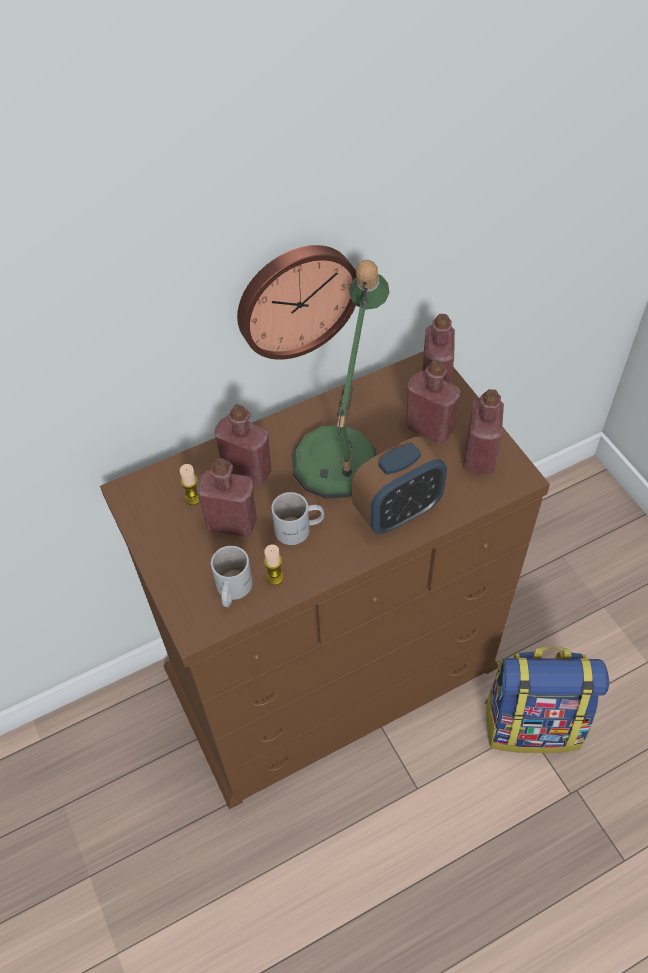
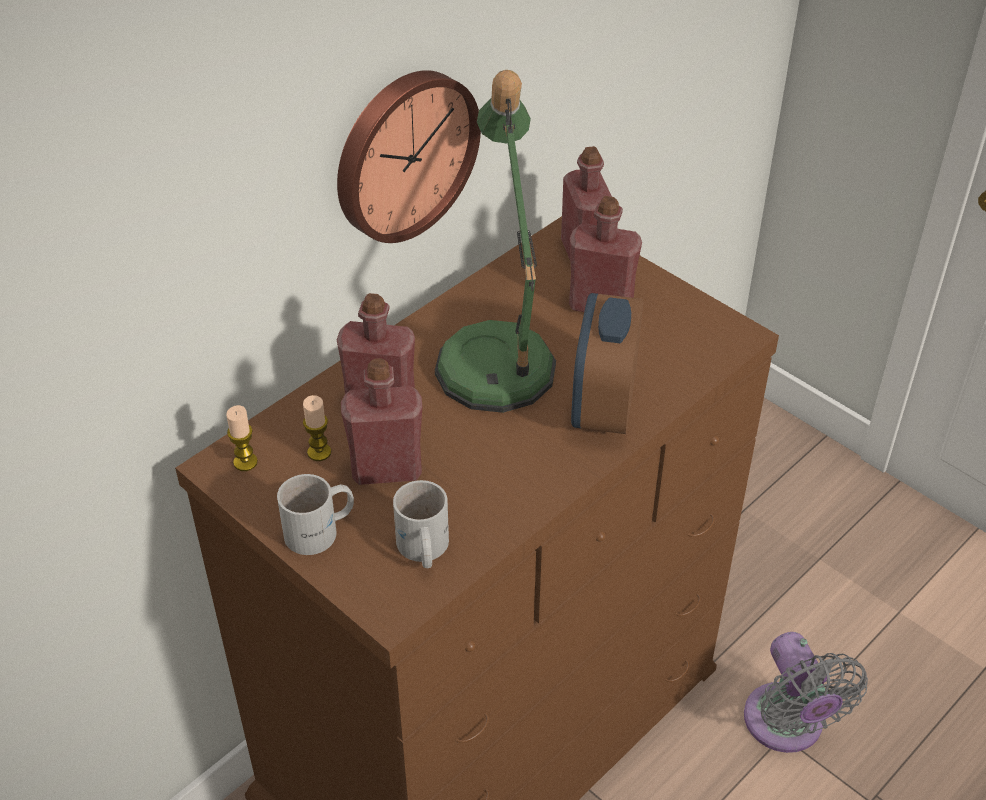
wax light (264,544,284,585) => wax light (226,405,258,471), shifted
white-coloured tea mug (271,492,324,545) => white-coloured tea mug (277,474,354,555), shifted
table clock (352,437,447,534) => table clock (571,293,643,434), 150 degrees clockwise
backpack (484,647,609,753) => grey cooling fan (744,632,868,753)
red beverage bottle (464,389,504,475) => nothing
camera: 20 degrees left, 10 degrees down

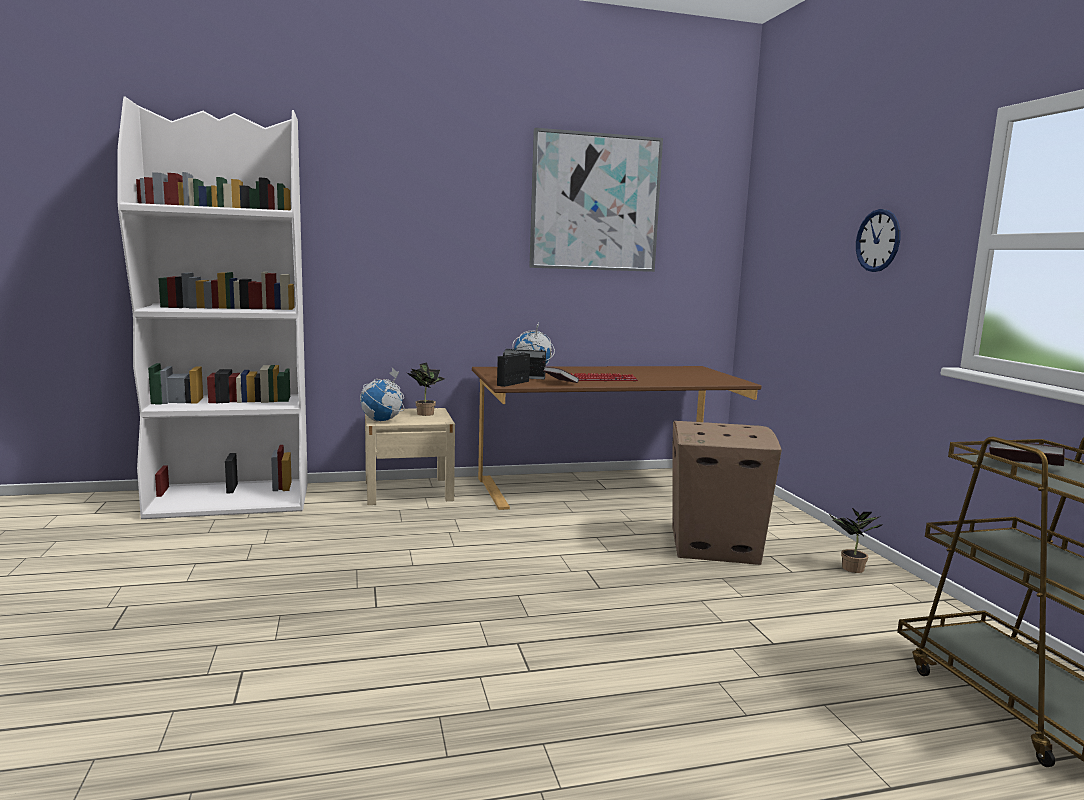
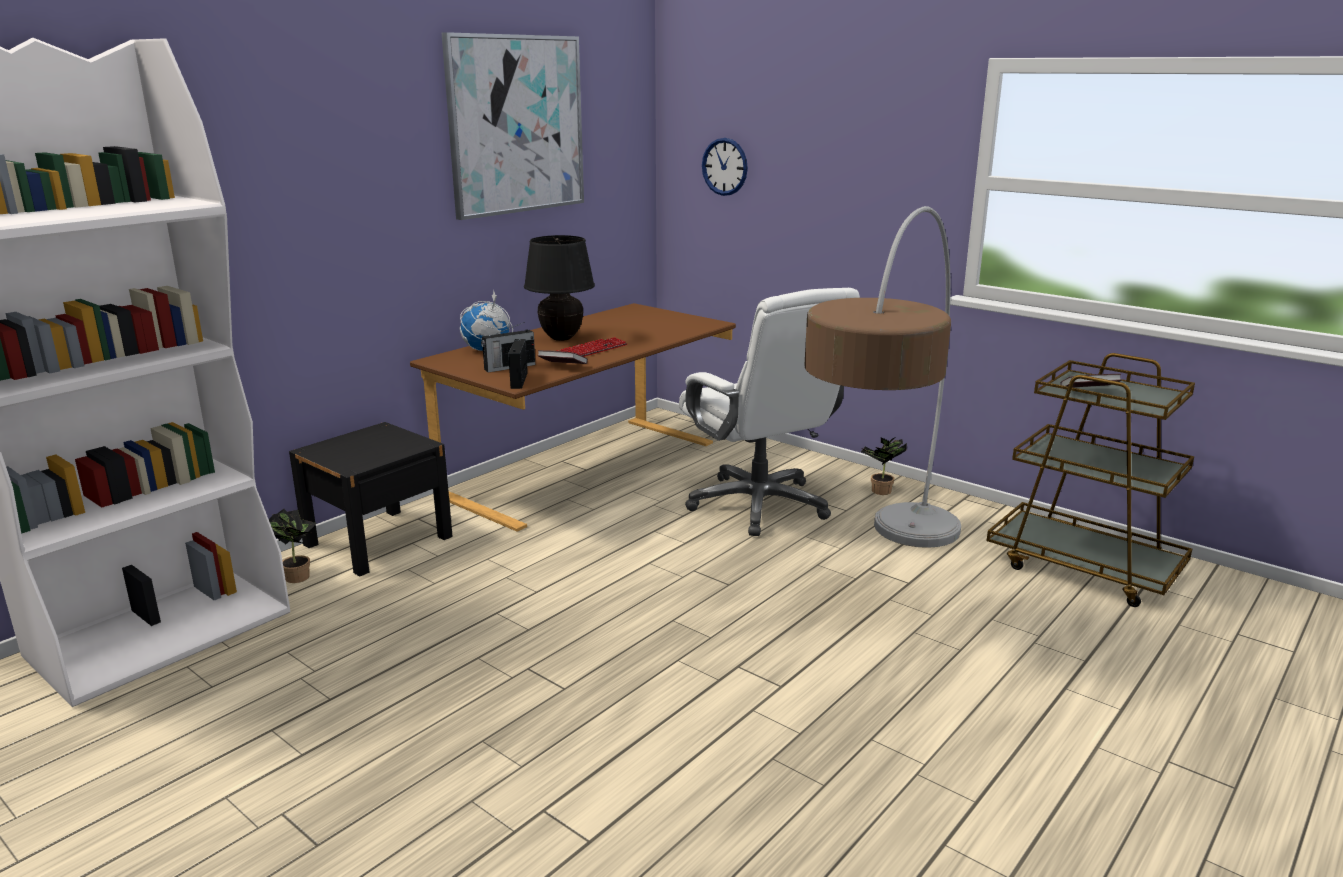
potted plant (407,362,445,416) => potted plant (269,509,317,583), shifted
sand-coloured bedside table (365,408,455,505) => black-coloured bedside table (289,422,453,576)
nothing => black-coloured table lamp (524,235,595,341)
carton (672,421,782,565) => white-coloured computer chair (679,288,860,536)
clock on the wall (856,209,901,272) => clock on the wall (702,138,748,196), shifted
nothing => standing lamp (805,206,961,548)
globe (360,368,404,422) => nothing
camera: 35 degrees left, 10 degrees up

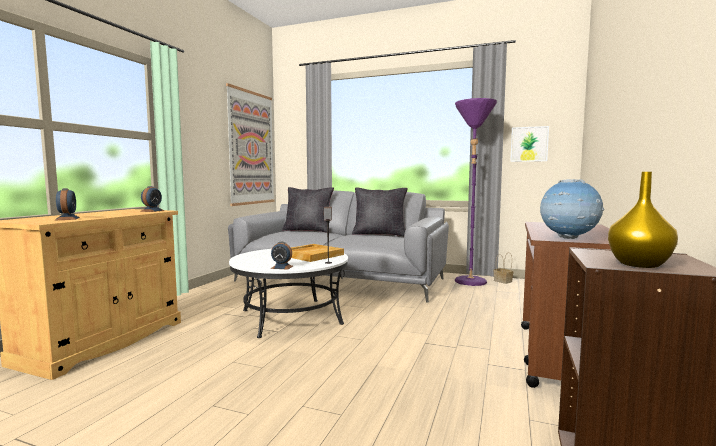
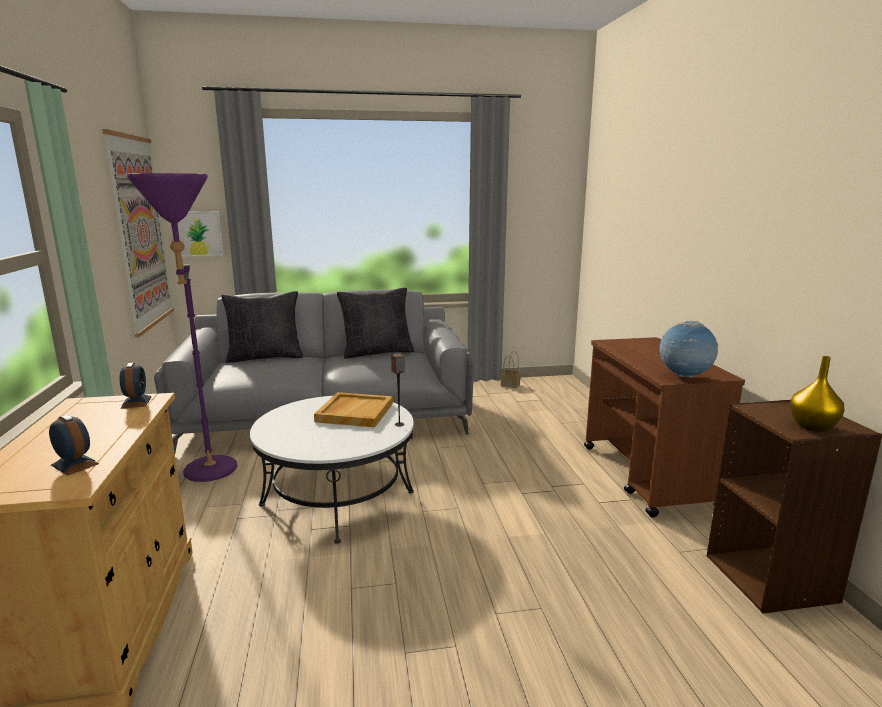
purple-coloured standing lamp (455,98,497,286) => purple-coloured standing lamp (127,173,237,482), shifted
wall picture (510,126,549,162) => wall picture (178,211,224,257), shifted
table clock (271,242,293,270) => nothing
camera: 30 degrees left, 10 degrees up

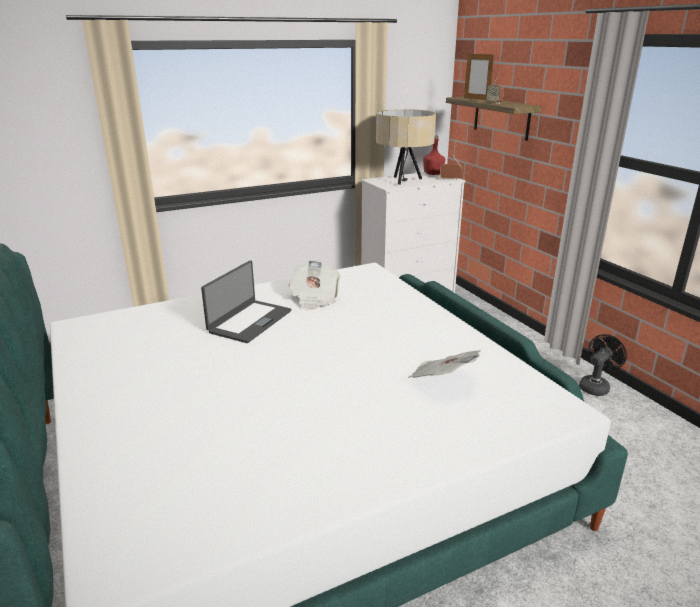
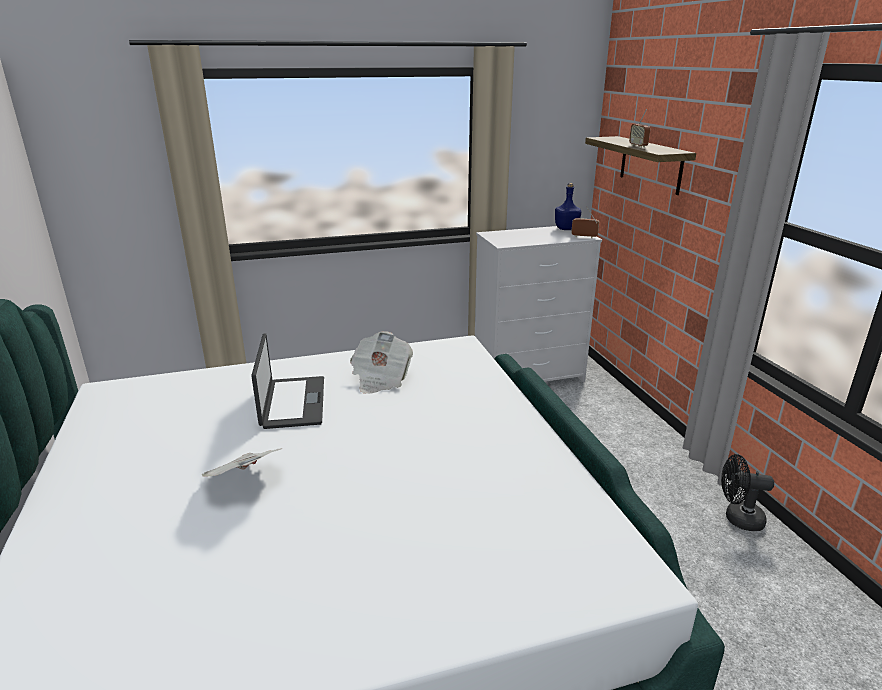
newspaper (408,350,481,378) => newspaper (202,448,282,477), shifted
laptop (201,260,291,343) => laptop (251,333,324,429), 45 degrees counterclockwise
red beverage bottle (423,135,445,175) => blue beverage bottle (555,183,581,230)
black-coloured cooling fan (579,334,627,396) => black-coloured cooling fan (721,454,774,531), 135 degrees counterclockwise
sand-coloured table lamp (376,109,436,185) => nothing
photo frame (464,54,494,100) => nothing
camera: 10 degrees right, 0 degrees up

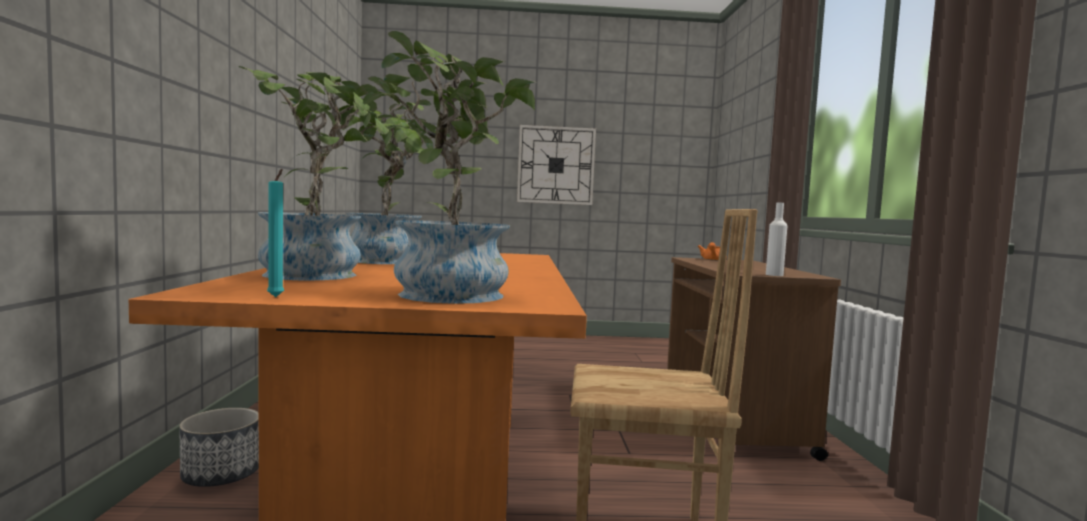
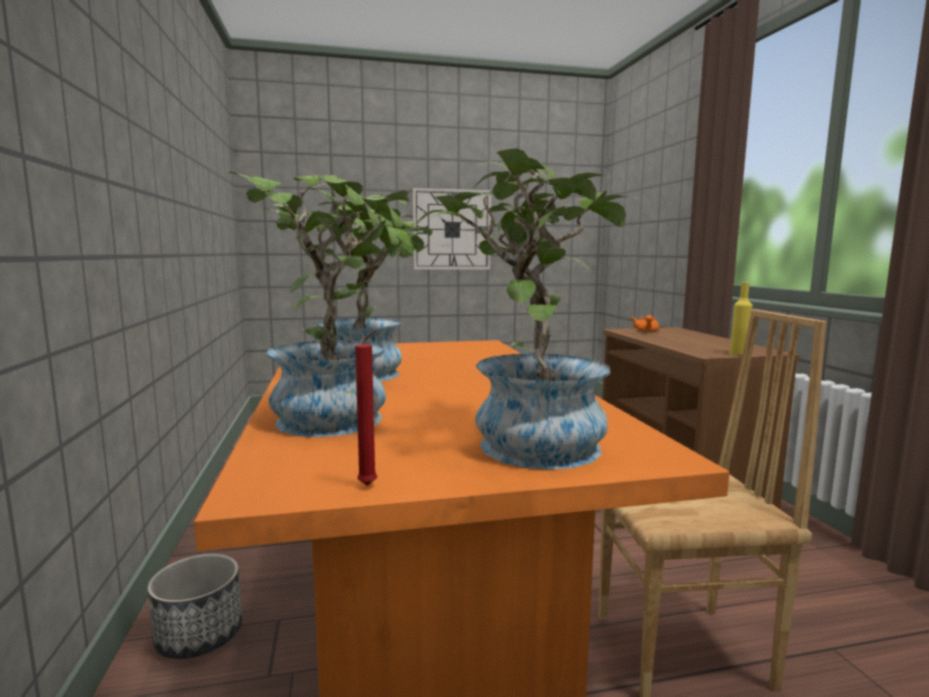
turquoise-coloured wax light (267,169,284,297) => red wax light (355,330,377,486)
white-coloured beverage bottle (766,203,787,276) => yellow-coloured beverage bottle (730,282,753,355)
camera: 10 degrees left, 5 degrees up

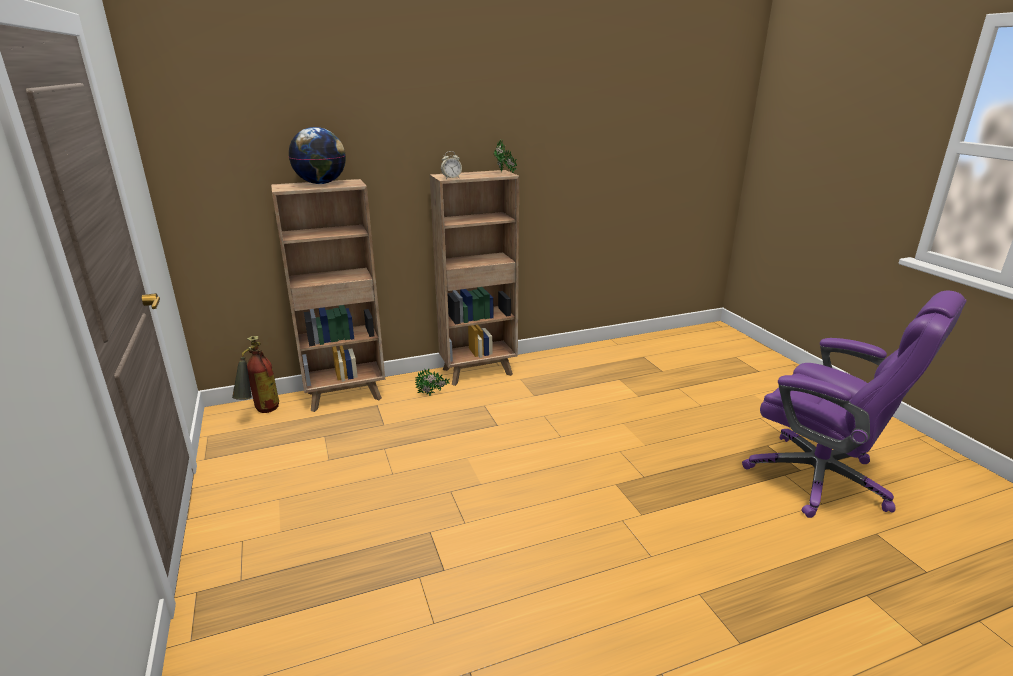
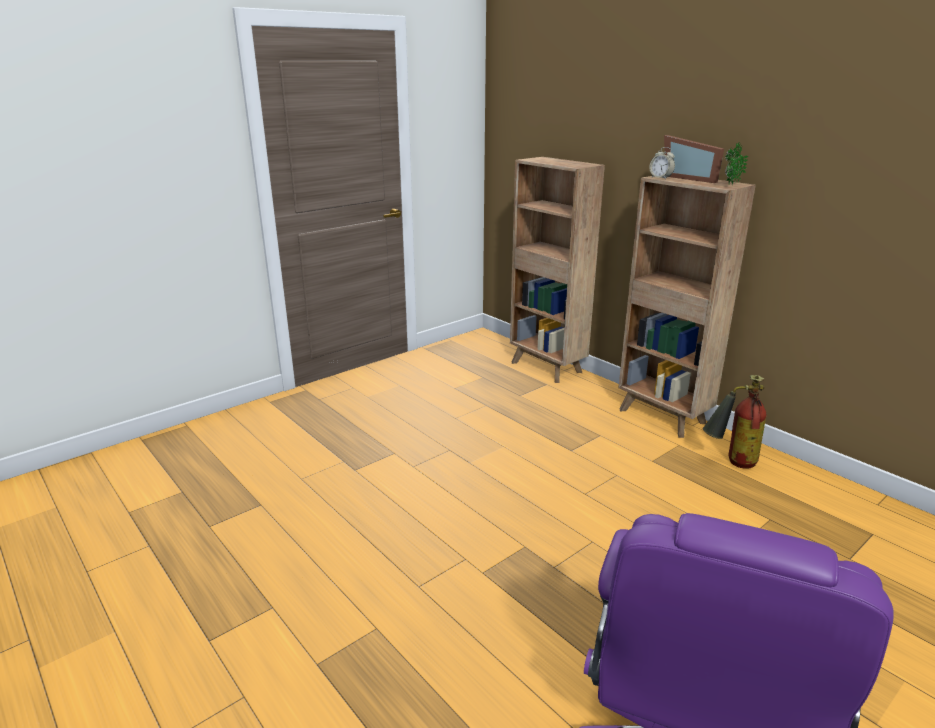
nothing => photo frame (664,135,724,183)
extinguisher (232,336,279,413) => extinguisher (703,375,766,469), shifted
globe (289,127,346,184) => nothing
potted plant (415,369,450,396) => nothing
camera: 70 degrees right, 0 degrees up

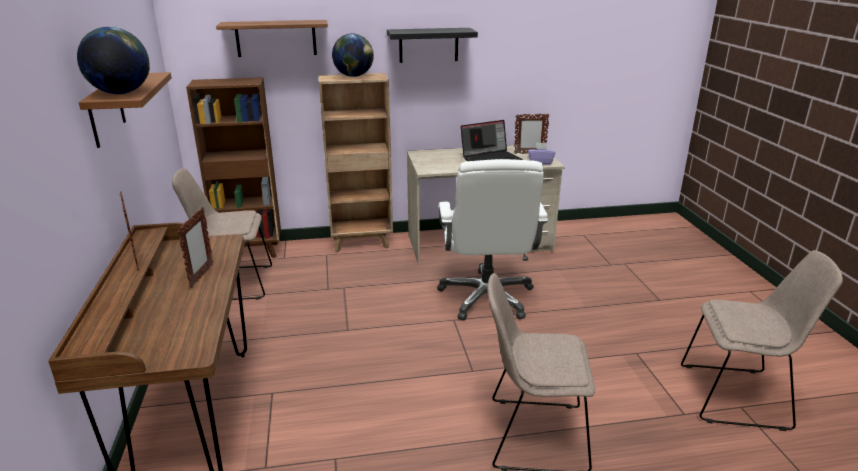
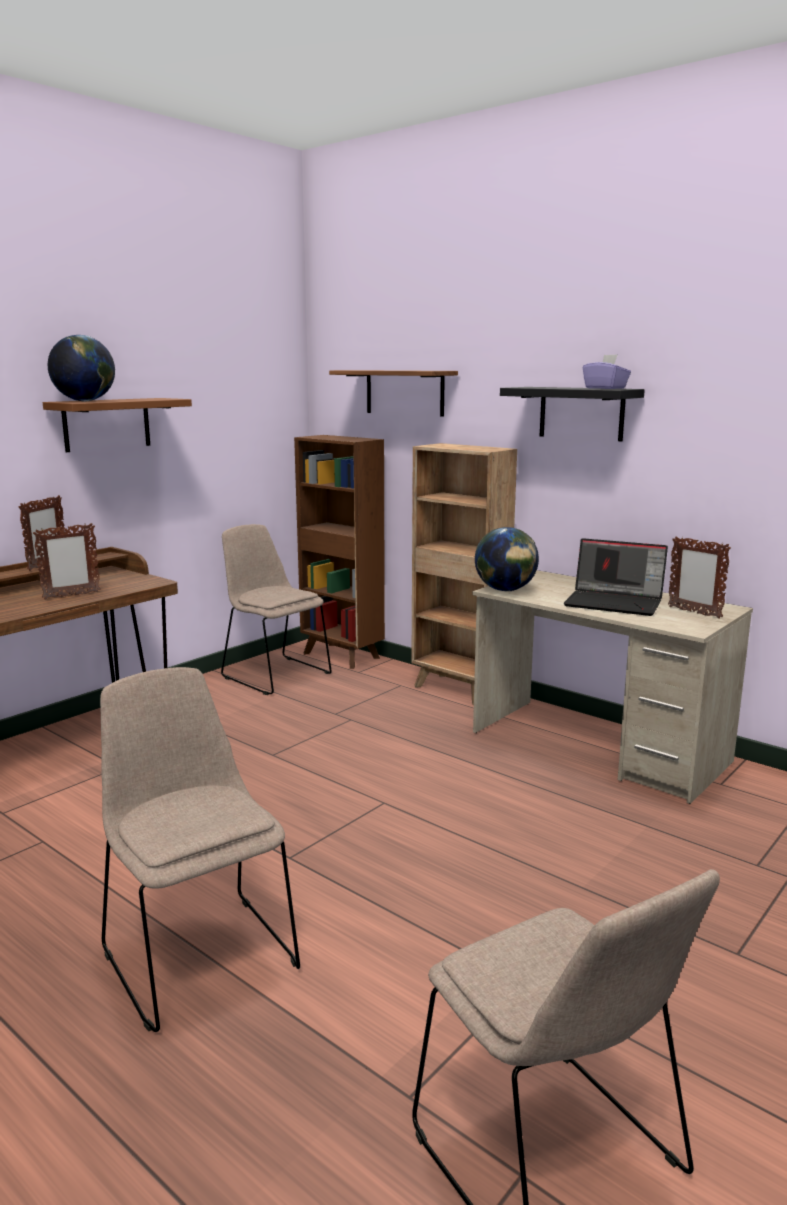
globe (332,34,374,77) => globe (475,527,539,592), shifted
purple-coloured tissue box (528,142,555,165) => purple-coloured tissue box (583,354,631,389), shifted
white-coloured computer chair (437,159,549,320) => nothing
camera: 50 degrees right, 10 degrees down

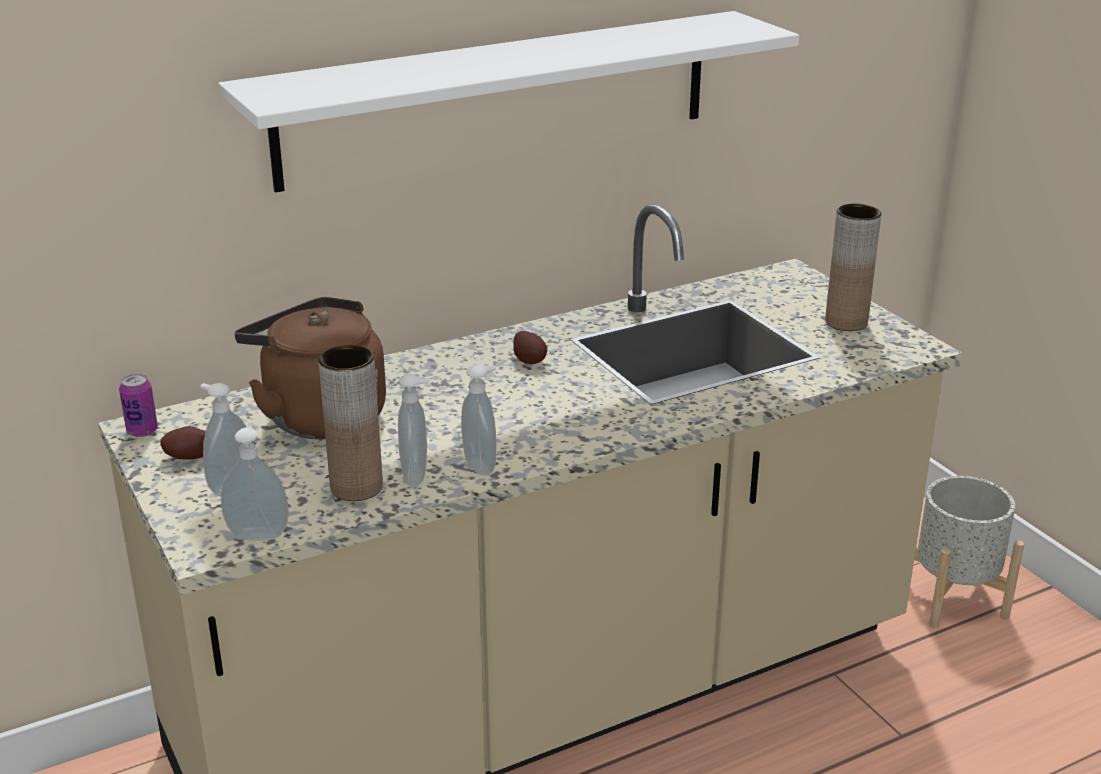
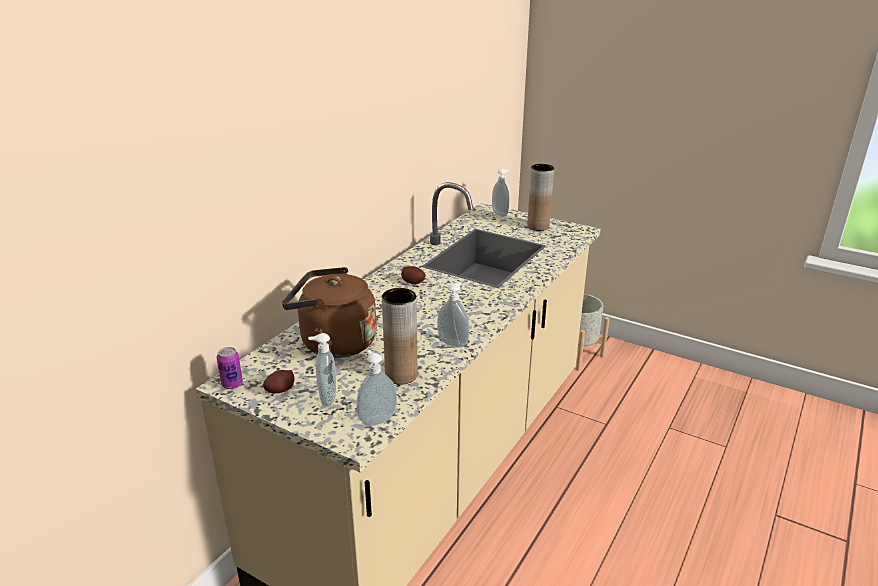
soap bottle (398,374,431,487) => soap bottle (492,169,509,217), shifted
white-coloured bracket shelf (218,11,799,193) => nothing
camera: 30 degrees left, 0 degrees up

